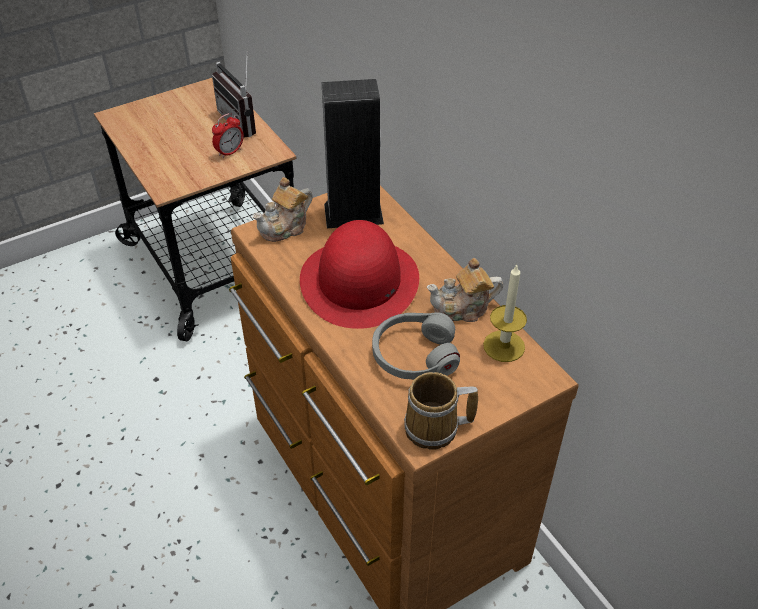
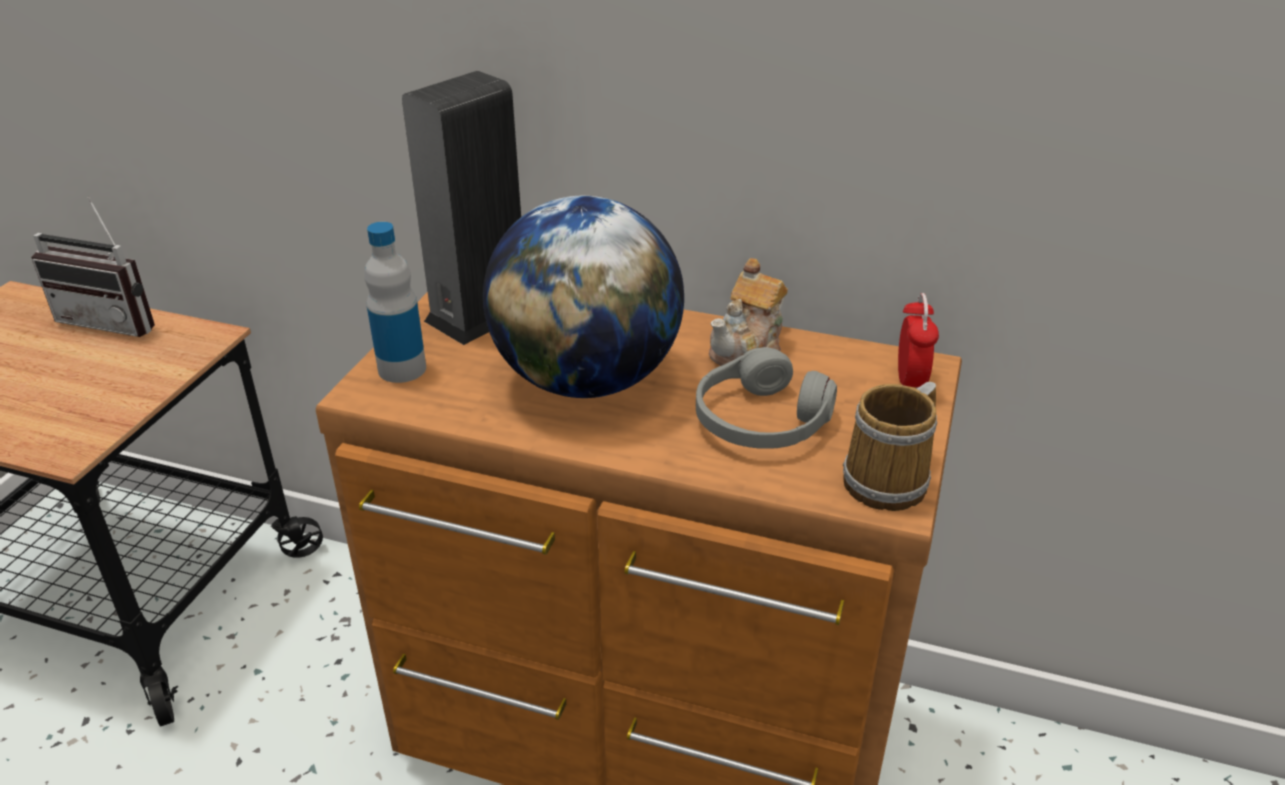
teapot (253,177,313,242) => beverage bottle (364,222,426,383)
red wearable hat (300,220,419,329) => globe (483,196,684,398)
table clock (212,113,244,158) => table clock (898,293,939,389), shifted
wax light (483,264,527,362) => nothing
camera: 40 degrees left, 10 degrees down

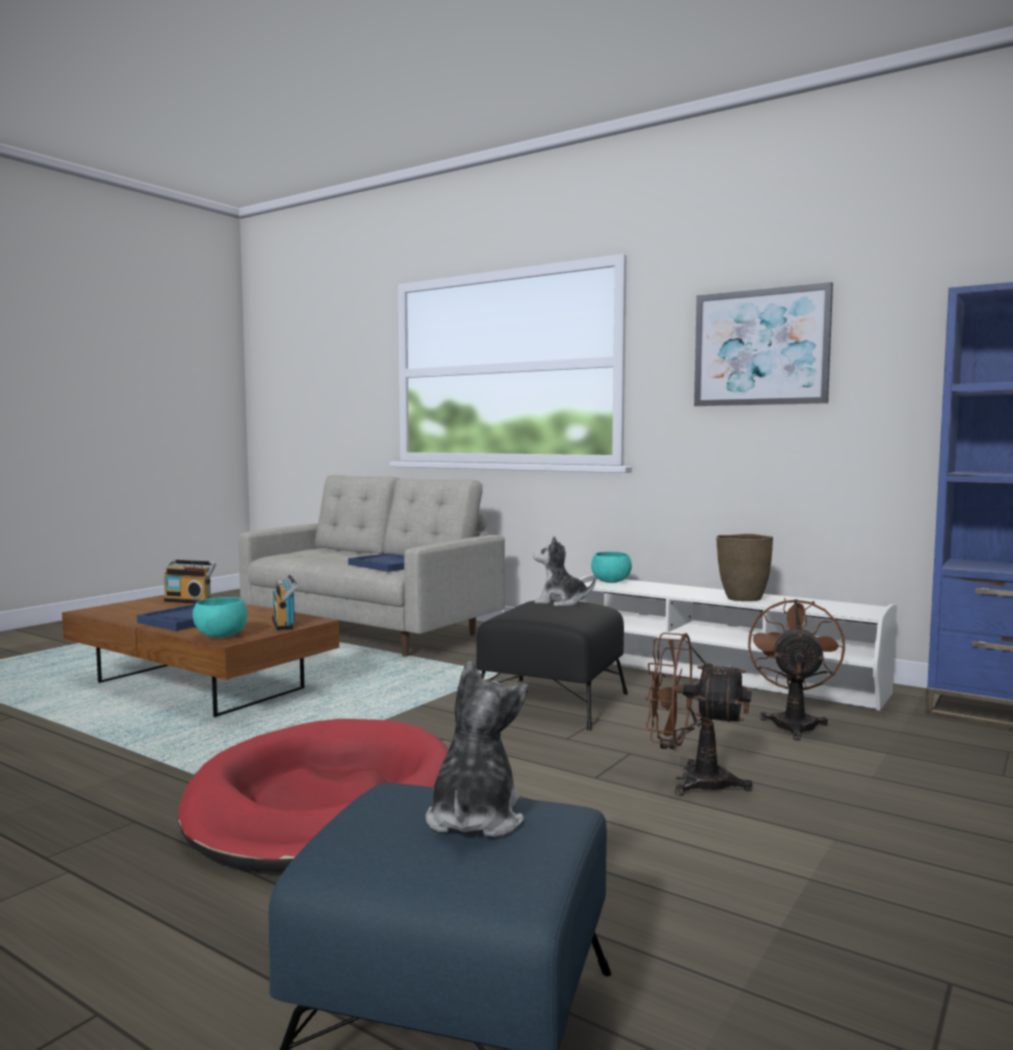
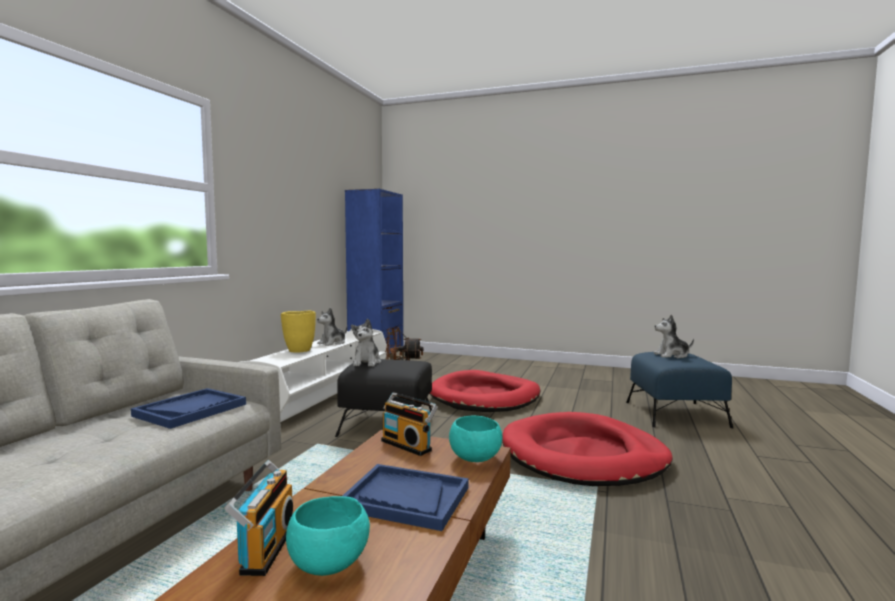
nothing => yellow-coloured decorative vase (281,311,316,353)
turquoise-coloured deep dish (591,552,632,583) => turquoise-coloured deep dish (286,496,370,576), shifted
brown-coloured decorative vase (716,534,773,601) => plush toy (317,308,347,346)
radio receiver (272,574,298,630) => radio receiver (381,392,438,456), 75 degrees clockwise
brown-coloured cooling fan (645,633,753,796) => red pet bed (429,370,540,412)
wall picture (694,282,833,406) => nothing
camera: 105 degrees left, 0 degrees up

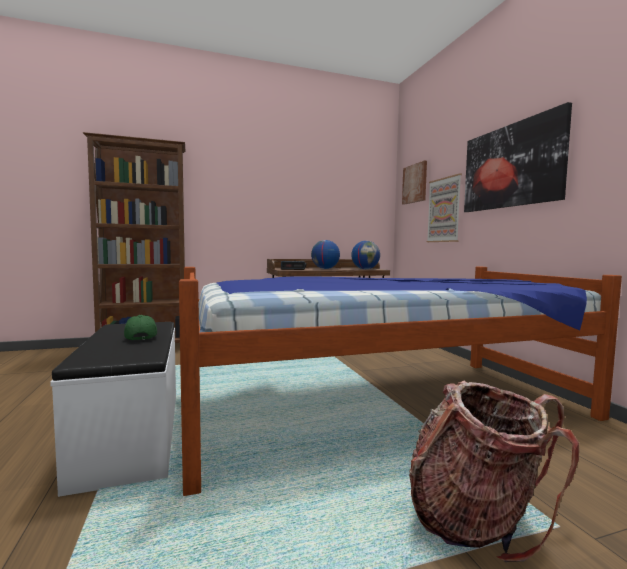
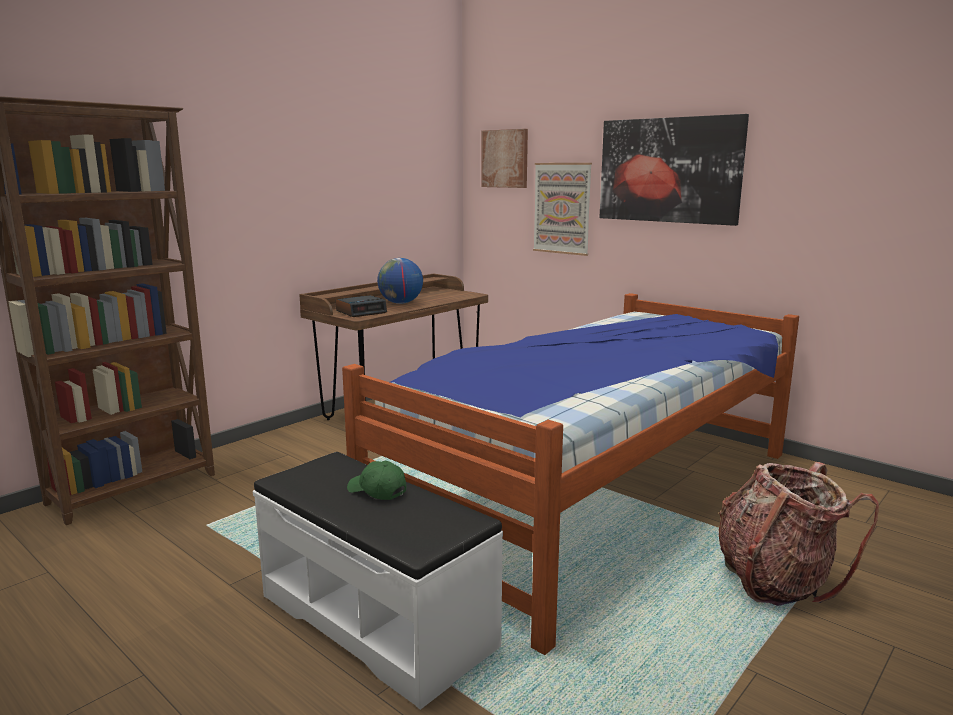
globe (351,241,380,269) => nothing
camera: 30 degrees left, 10 degrees up

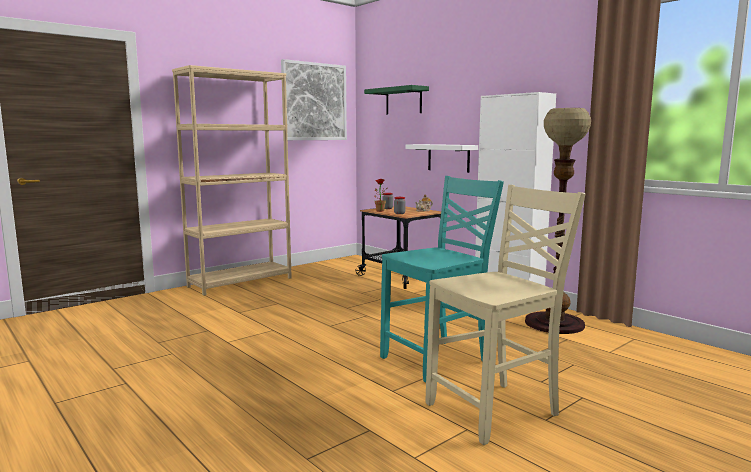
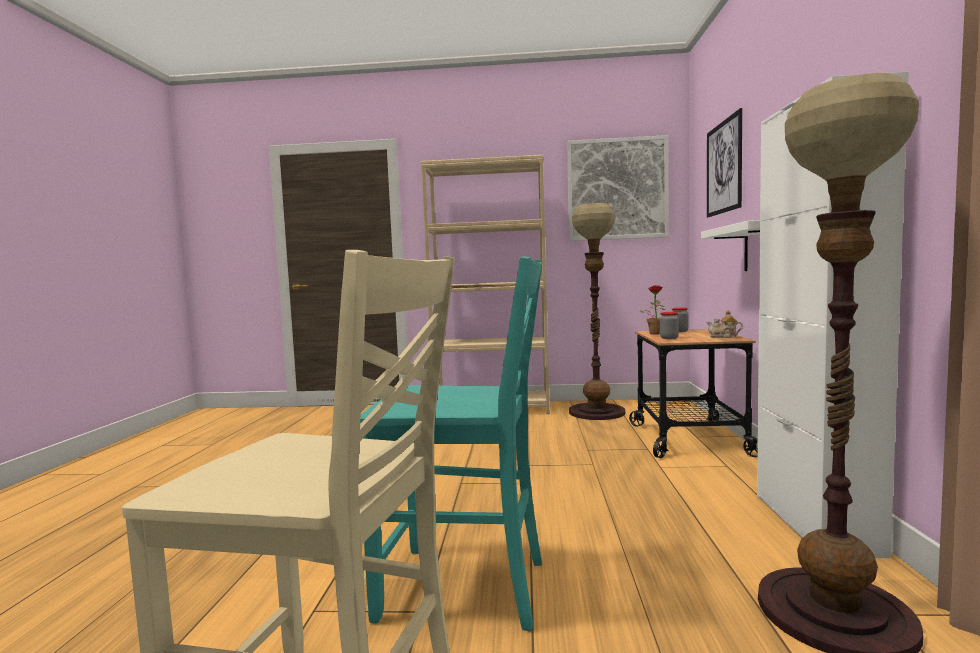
nothing => standing lamp (569,203,625,420)
green bracket shelf (364,85,429,115) => wall picture (707,108,742,217)
camera: 45 degrees right, 5 degrees down

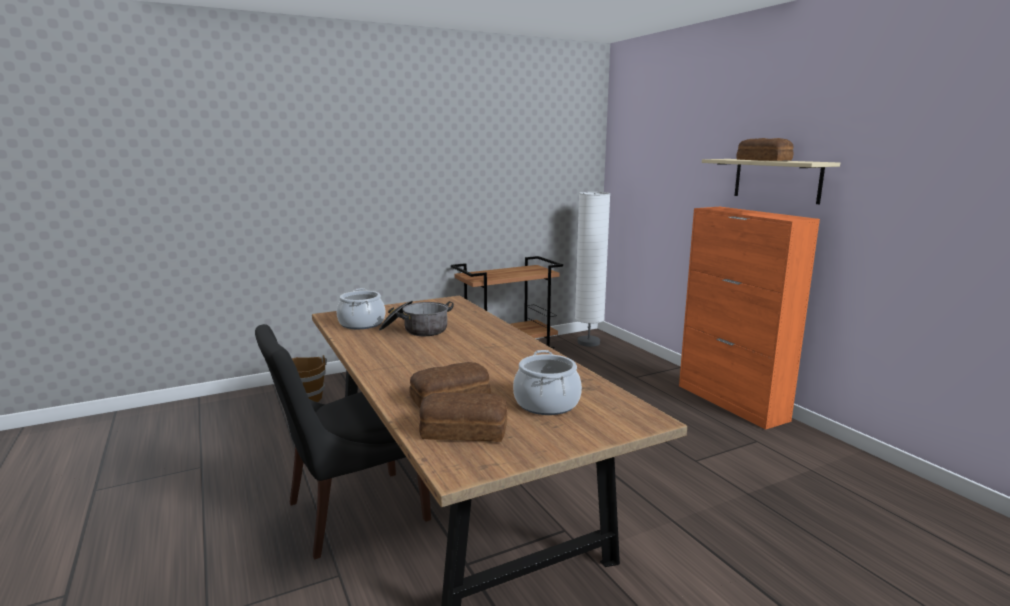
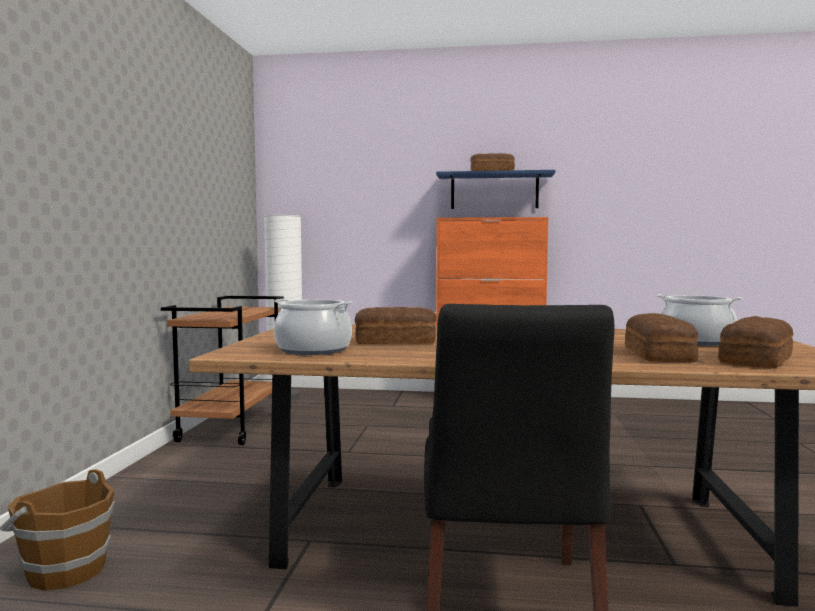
saucepot (379,301,454,336) => bakery bread (355,307,437,344)
sand-coloured bracket shelf (702,159,840,204) => blue bracket shelf (436,170,555,209)
camera: 55 degrees left, 10 degrees down

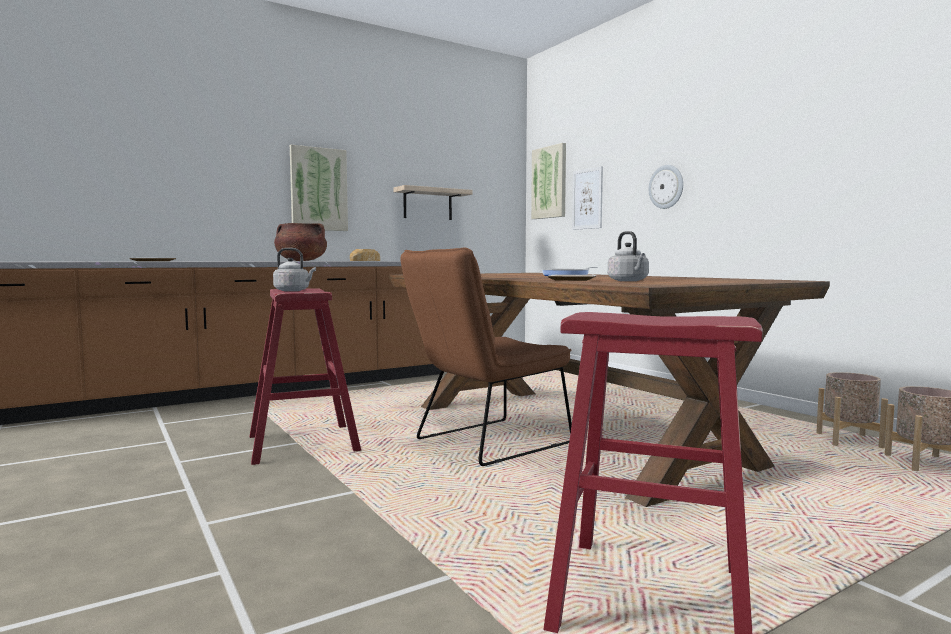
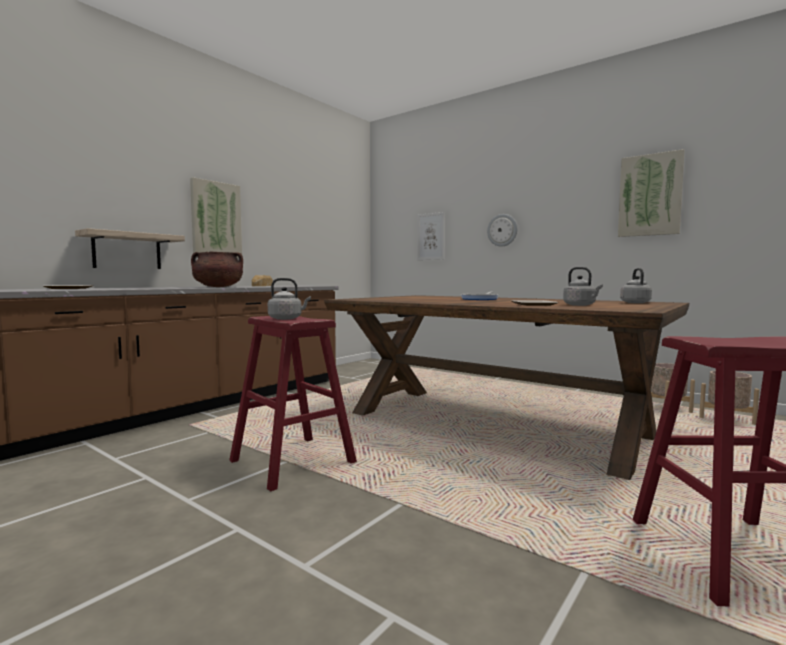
bracket shelf (393,185,473,220) => bracket shelf (75,228,185,269), shifted
wall picture (531,143,566,219) => wall picture (618,149,685,237), shifted
nothing => grey water kettle (620,268,652,303)
brown-coloured plain chair (400,248,572,466) => nothing
camera: 20 degrees left, 0 degrees up

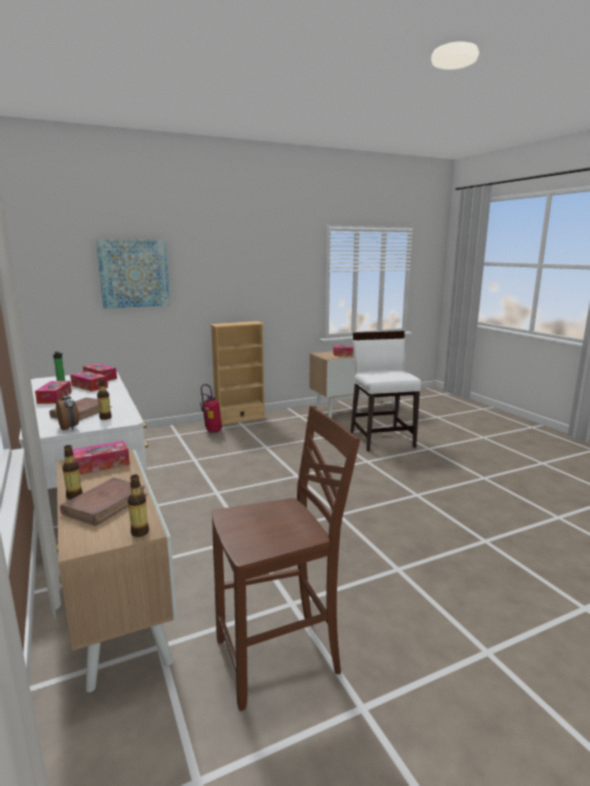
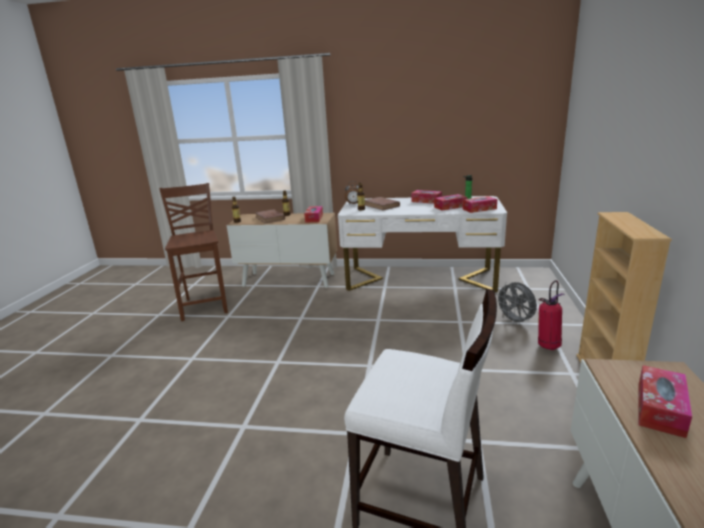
brown-coloured plain chair (212,406,360,711) => brown-coloured plain chair (159,183,228,321), 150 degrees clockwise
nothing => grey cooling fan (495,282,537,325)
wall picture (96,239,170,309) => nothing
camera: 125 degrees right, 5 degrees up

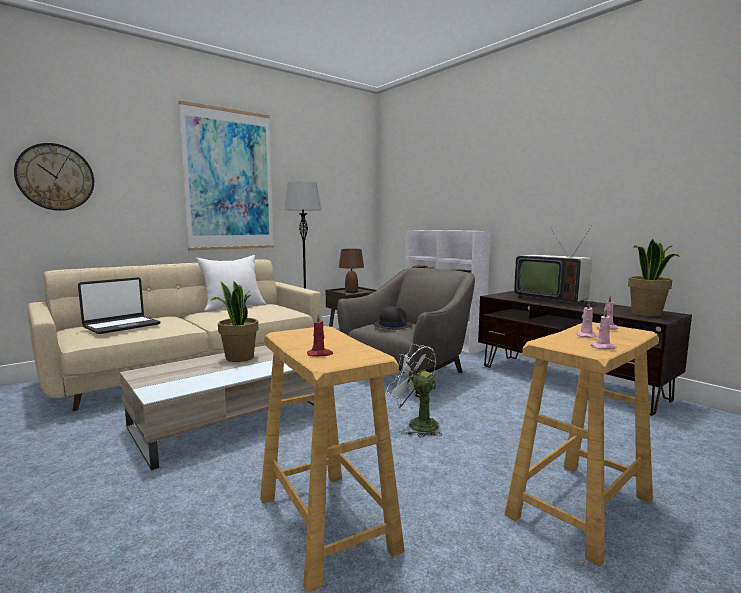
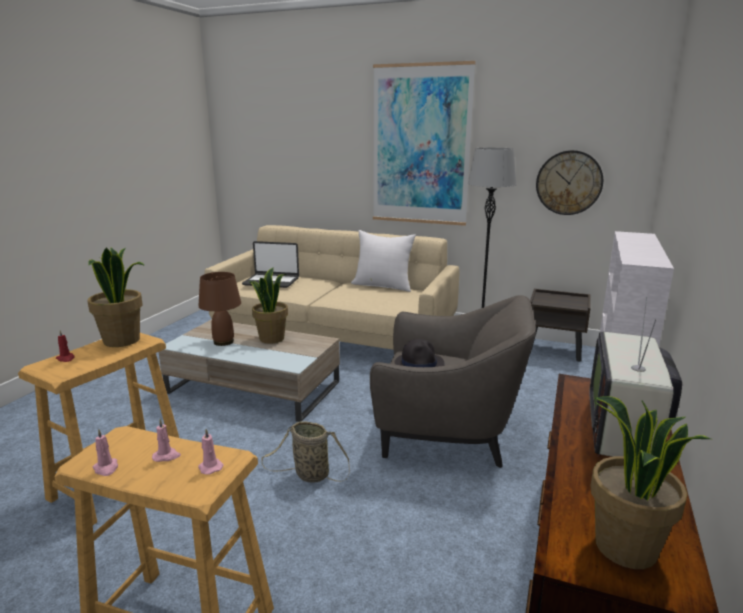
nothing => potted plant (88,248,145,347)
brown-coloured table lamp (339,249,364,293) => brown-coloured table lamp (198,272,241,346), shifted
white-coloured cooling fan (386,344,442,437) => basket (261,421,350,482)
clock on the wall (14,143,94,211) => clock on the wall (536,150,603,215), shifted
camera: 60 degrees right, 10 degrees up

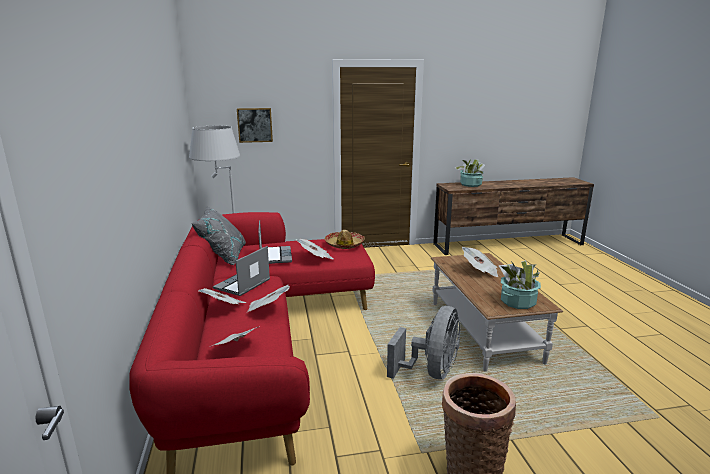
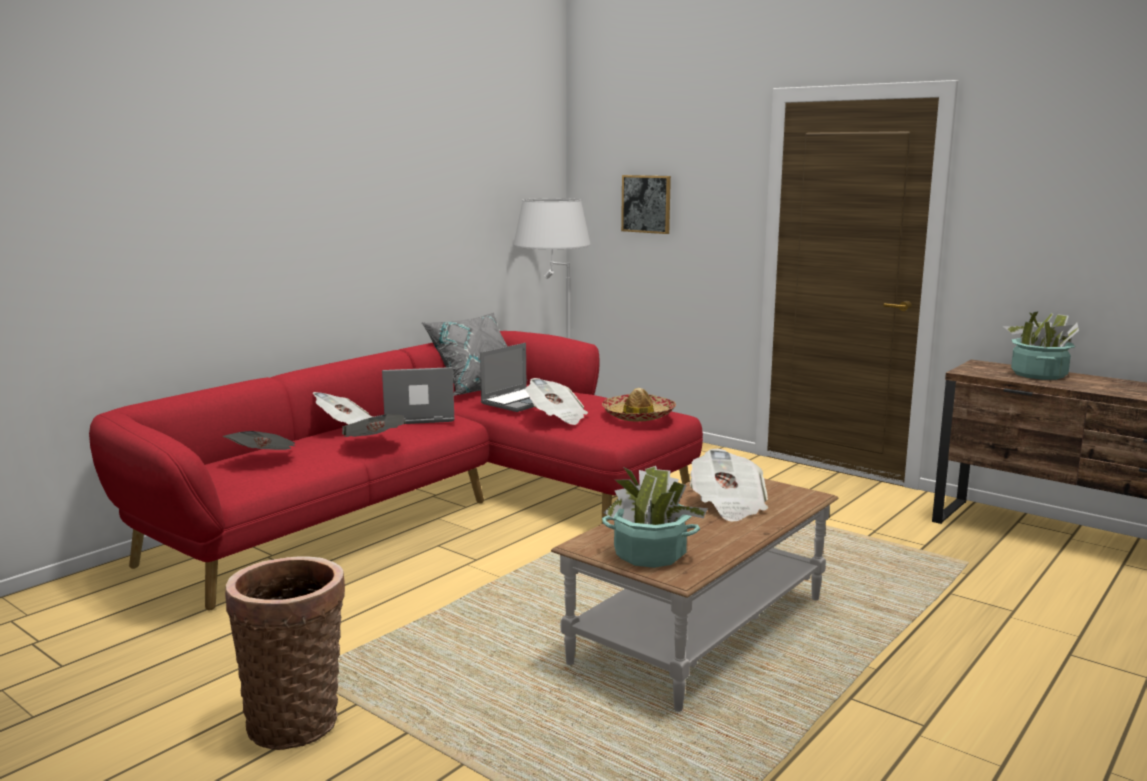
grey cooling fan (387,306,460,379) => nothing
camera: 50 degrees right, 5 degrees down

